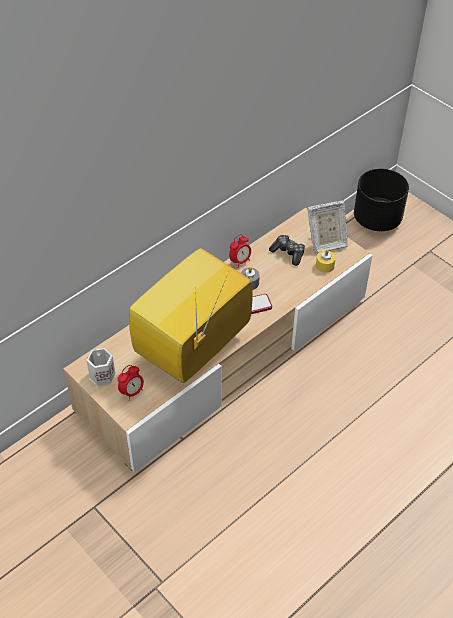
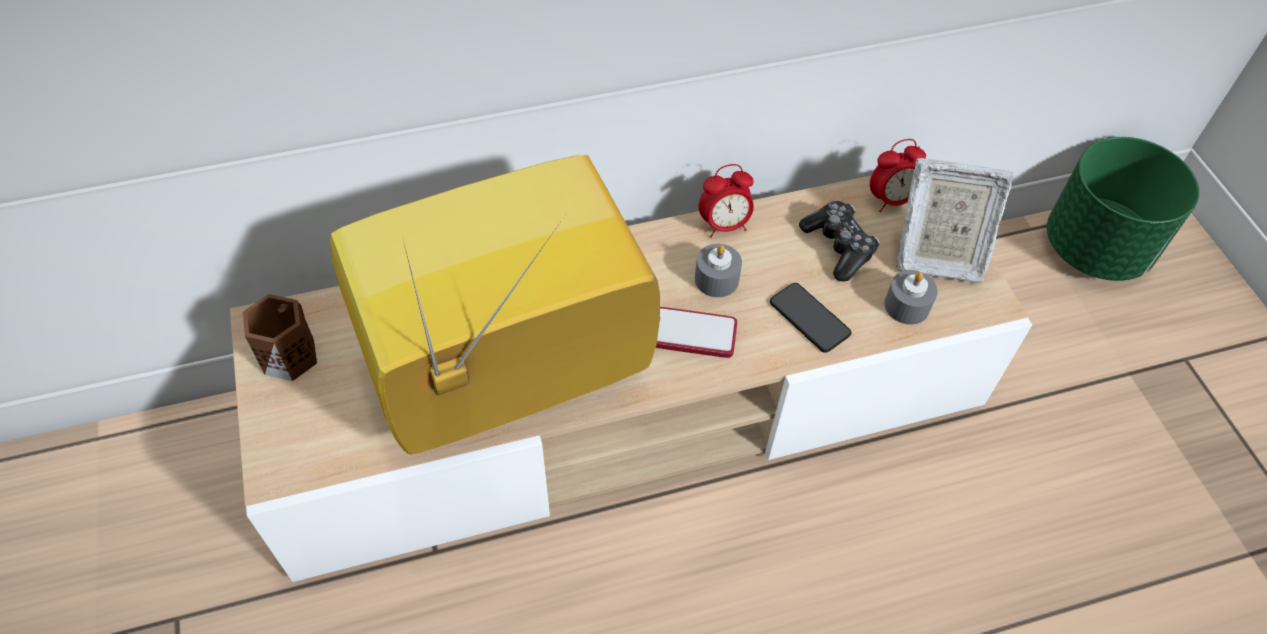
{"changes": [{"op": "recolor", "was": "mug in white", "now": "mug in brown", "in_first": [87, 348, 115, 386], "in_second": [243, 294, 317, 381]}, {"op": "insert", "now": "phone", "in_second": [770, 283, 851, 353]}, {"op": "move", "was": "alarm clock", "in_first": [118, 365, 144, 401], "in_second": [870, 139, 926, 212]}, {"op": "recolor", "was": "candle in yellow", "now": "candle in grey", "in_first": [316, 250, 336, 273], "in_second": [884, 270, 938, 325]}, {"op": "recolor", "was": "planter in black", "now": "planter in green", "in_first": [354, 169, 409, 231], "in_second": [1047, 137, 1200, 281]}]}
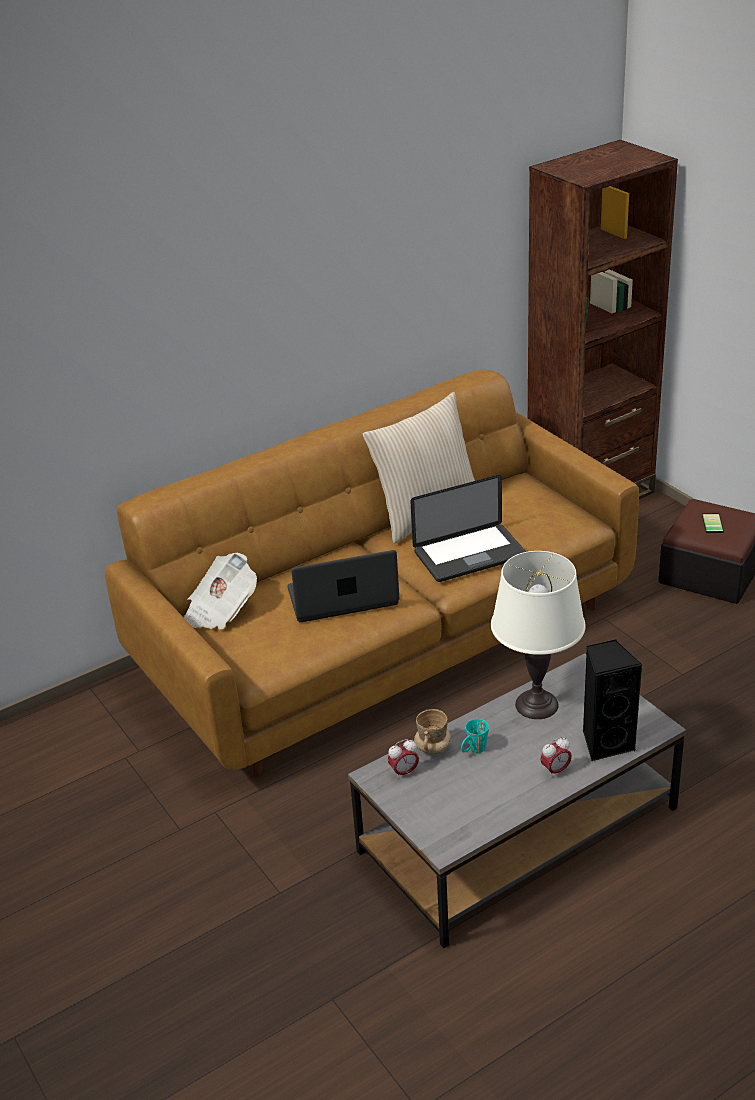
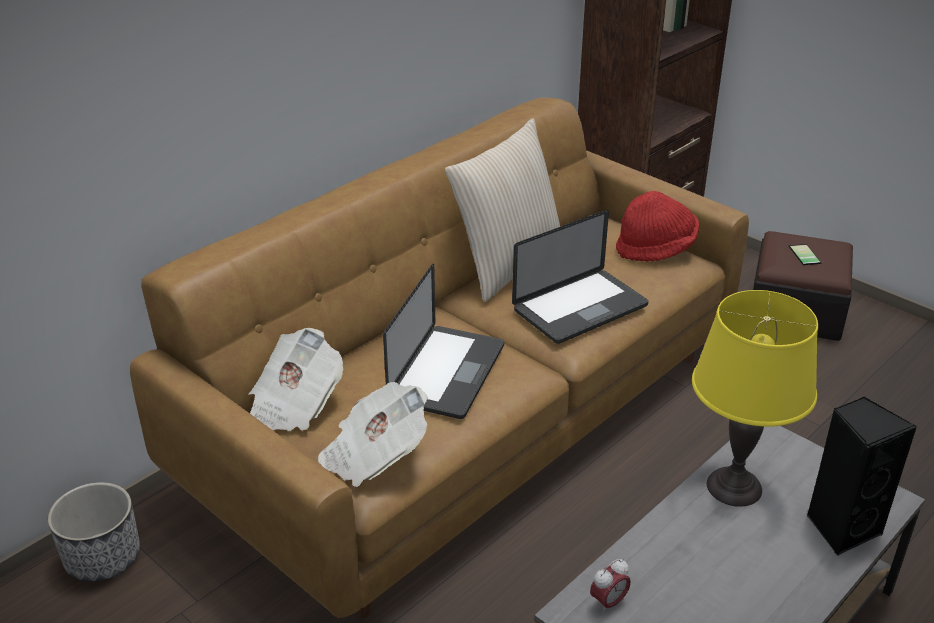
{"changes": [{"op": "insert", "now": "planter", "in_second": [48, 482, 140, 582]}, {"op": "insert", "now": "newspaper", "in_second": [318, 382, 428, 487]}, {"op": "rotate", "was": "laptop", "in_first": [288, 550, 399, 622], "in_second": [383, 264, 504, 419], "clockwise": 135}, {"op": "insert", "now": "hat in red", "in_second": [616, 191, 700, 262]}, {"op": "recolor", "was": "table lamp in white", "now": "table lamp in yellow", "in_first": [491, 551, 586, 719], "in_second": [692, 290, 818, 507]}, {"op": "delete", "was": "mug in beige", "in_first": [414, 709, 451, 754]}, {"op": "delete", "was": "mug in turquoise", "in_first": [461, 719, 489, 753]}, {"op": "delete", "was": "alarm clock", "in_first": [540, 737, 572, 778]}]}
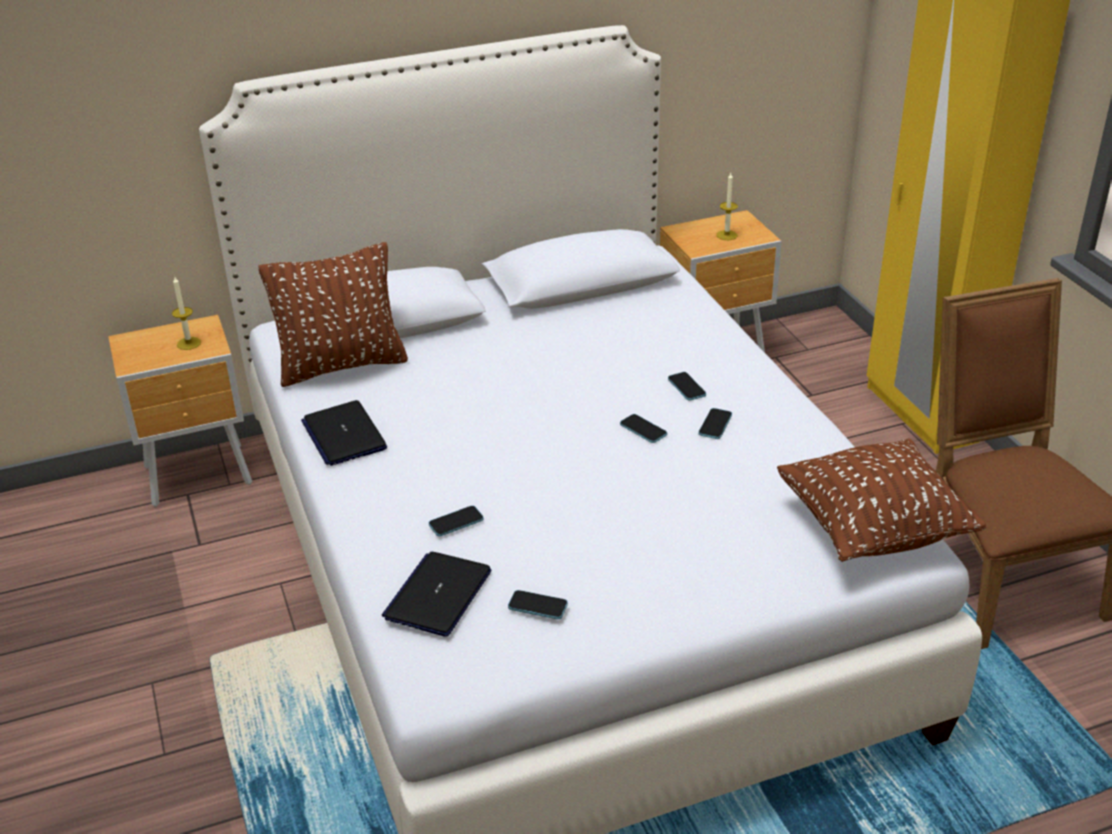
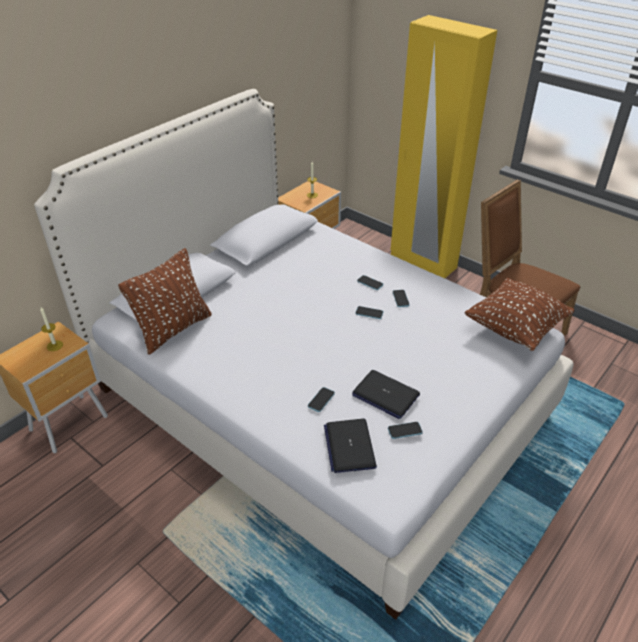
{"changes": [{"op": "move", "was": "laptop", "in_first": [301, 400, 387, 466], "in_second": [352, 370, 420, 419]}]}
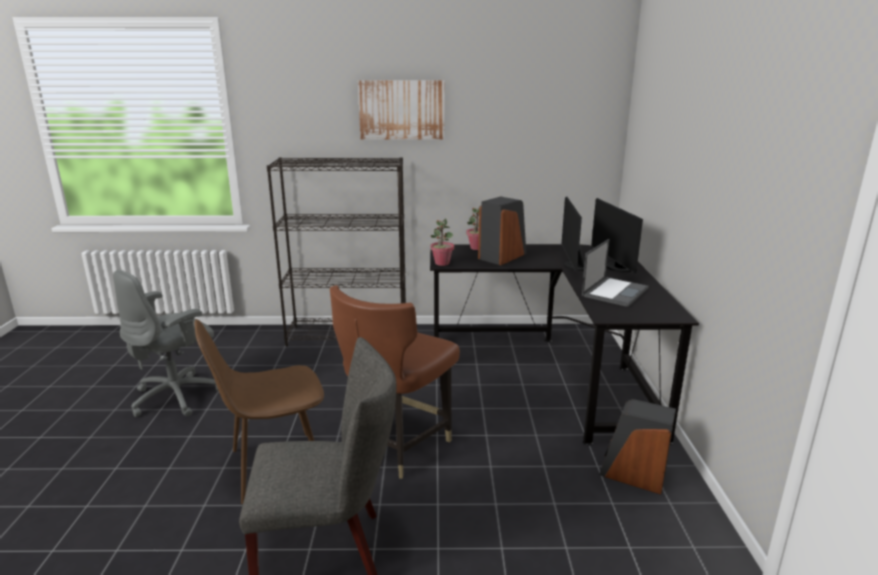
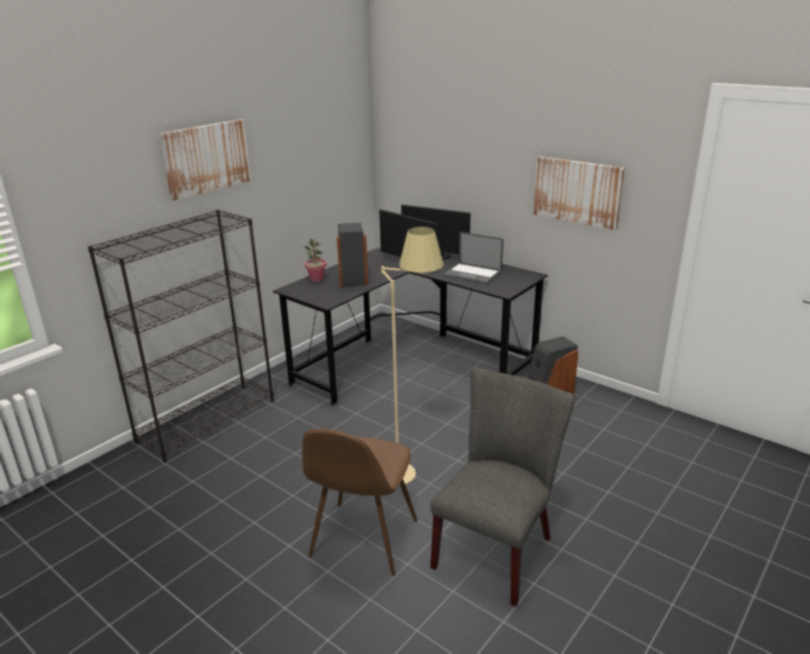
{"changes": [{"op": "replace", "was": "chair in brown", "now": "floor lamp in beige", "in_first": [330, 285, 460, 479], "in_second": [381, 227, 444, 484]}, {"op": "rotate", "was": "laptop", "in_first": [582, 239, 649, 307], "in_second": [443, 232, 504, 285], "clockwise": 135}, {"op": "insert", "now": "picture", "in_second": [533, 156, 625, 230]}, {"op": "delete", "was": "office chair in grey", "in_first": [113, 270, 219, 417]}, {"op": "delete", "was": "potted plant", "in_first": [430, 218, 454, 266]}]}
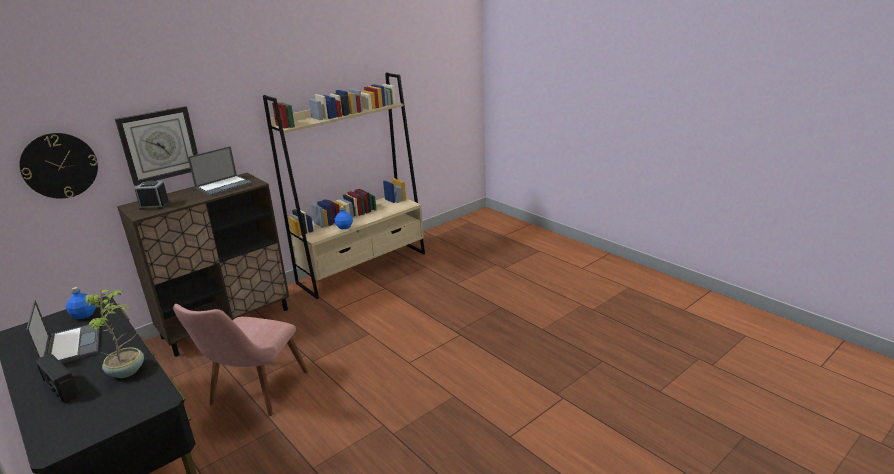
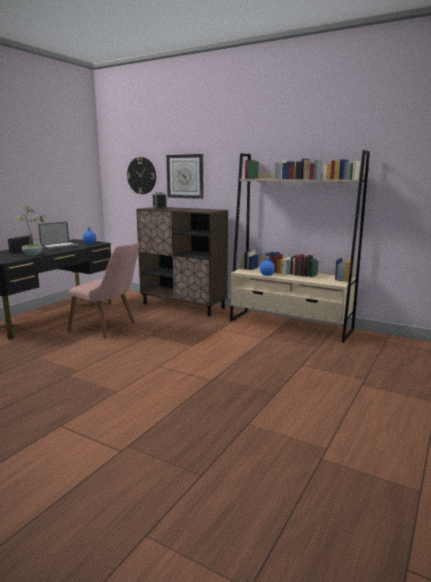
{"changes": [{"op": "rotate", "was": "chair in pink", "in_first": [173, 304, 308, 416], "in_second": [68, 242, 139, 338], "clockwise": -150}, {"op": "delete", "was": "laptop", "in_first": [188, 146, 253, 197]}]}
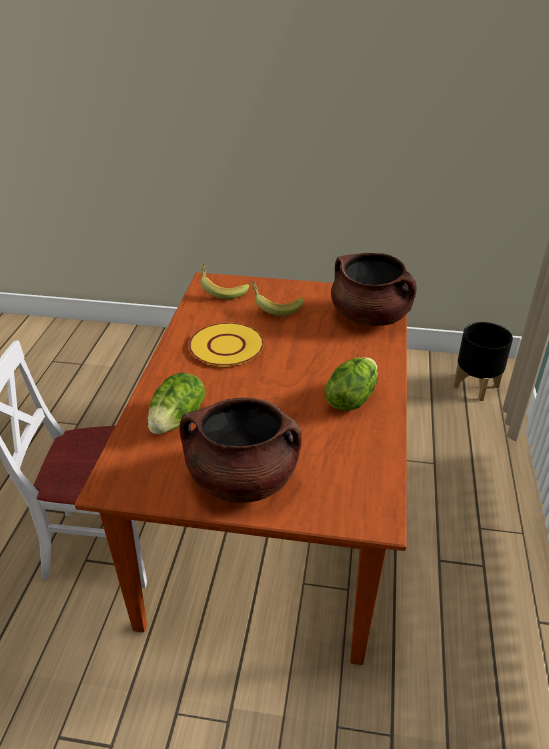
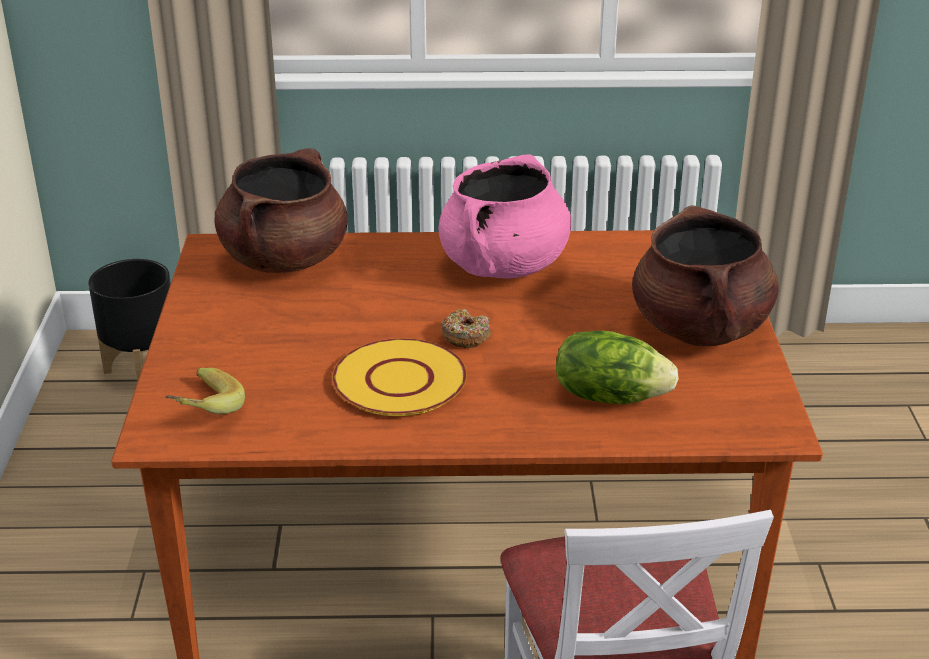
{"changes": [{"op": "replace", "was": "lettuce", "now": "cooking pot in pink", "in_first": [325, 357, 378, 411], "in_second": [439, 154, 572, 279]}, {"op": "insert", "now": "donut", "in_second": [441, 309, 491, 348]}, {"op": "delete", "was": "banana", "in_first": [252, 281, 303, 316]}]}
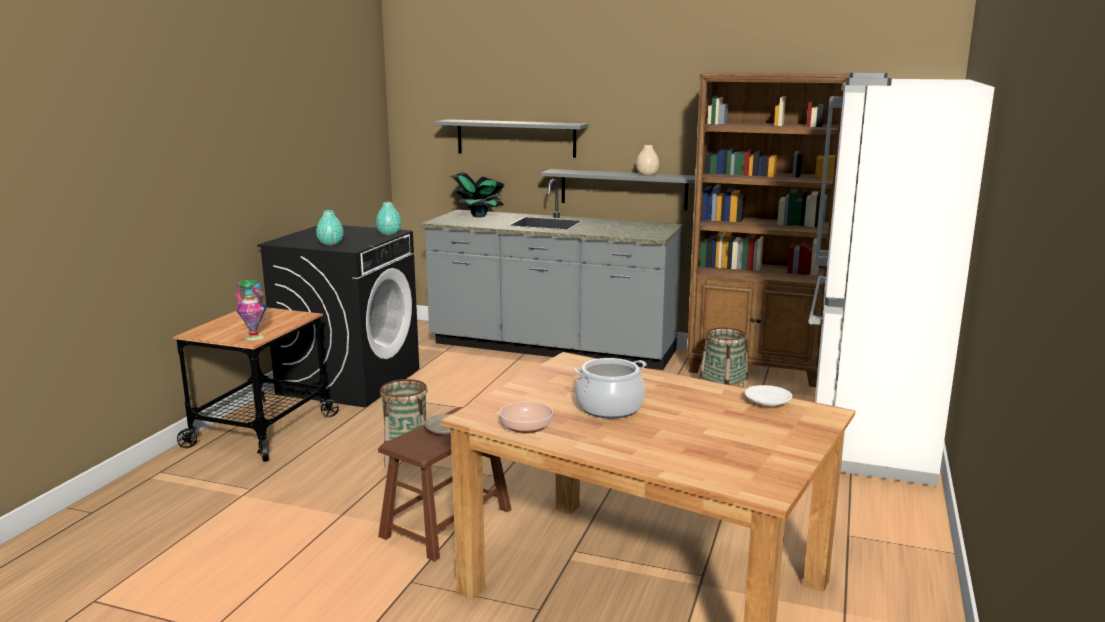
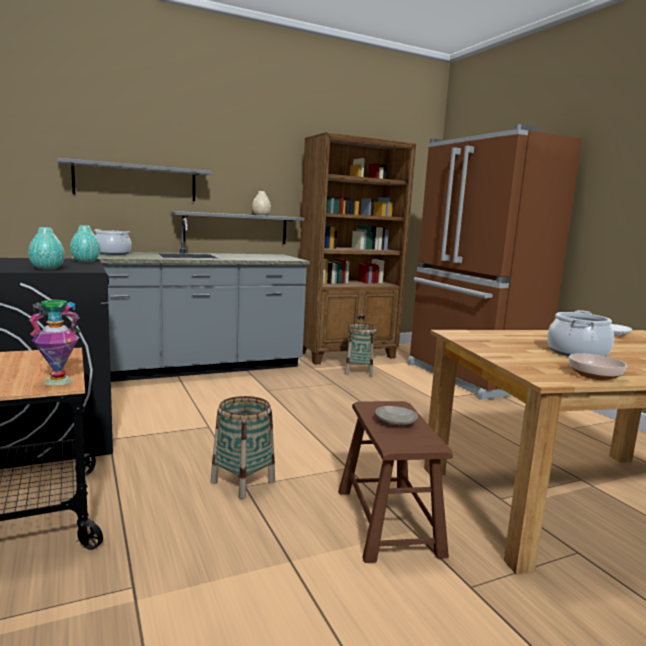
{"changes": [{"op": "replace", "was": "potted plant", "now": "cooking pot", "in_first": [450, 172, 505, 217], "in_second": [95, 229, 132, 255]}, {"op": "recolor", "was": "fridge in white", "now": "fridge in brown", "in_first": [808, 73, 995, 486], "in_second": [407, 124, 582, 400]}]}
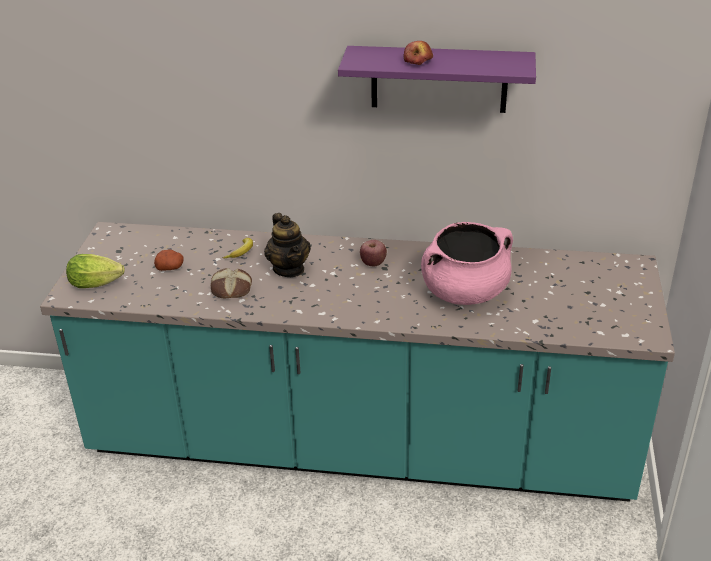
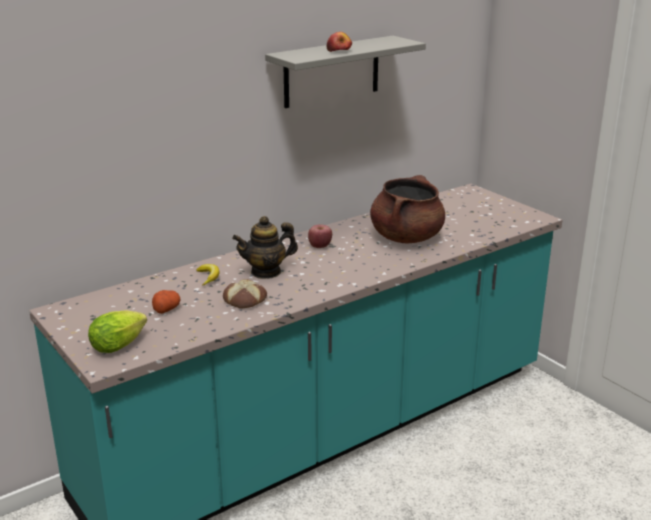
{"changes": [{"op": "rotate", "was": "teapot", "in_first": [264, 213, 311, 277], "in_second": [232, 216, 298, 279], "clockwise": 135}, {"op": "recolor", "was": "shelf in purple", "now": "shelf in grey", "in_first": [338, 46, 536, 113], "in_second": [265, 36, 426, 108]}, {"op": "recolor", "was": "cooking pot in pink", "now": "cooking pot in brown", "in_first": [421, 222, 513, 305], "in_second": [370, 175, 445, 243]}]}
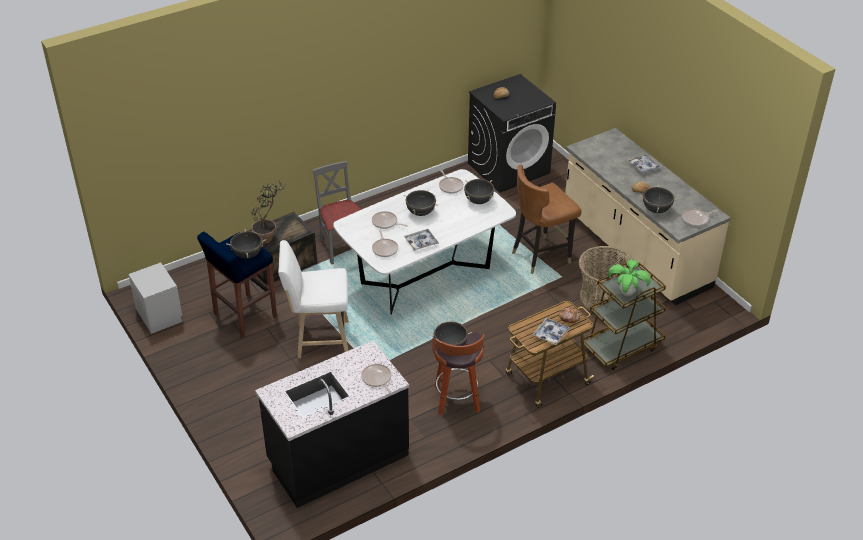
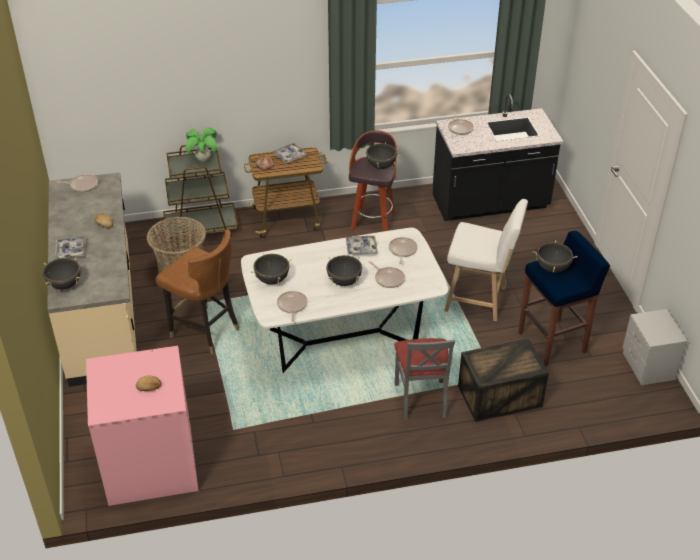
{"changes": [{"op": "move", "was": "cooking pot in black", "in_first": [639, 186, 678, 213], "in_second": [43, 257, 81, 290]}, {"op": "recolor", "was": "washing machine in black", "now": "washing machine in pink", "in_first": [468, 74, 556, 193], "in_second": [86, 346, 199, 506]}, {"op": "rotate", "was": "chair in brown", "in_first": [512, 165, 582, 274], "in_second": [156, 230, 239, 354], "clockwise": 45}, {"op": "delete", "was": "potted plant", "in_first": [251, 181, 285, 244]}]}
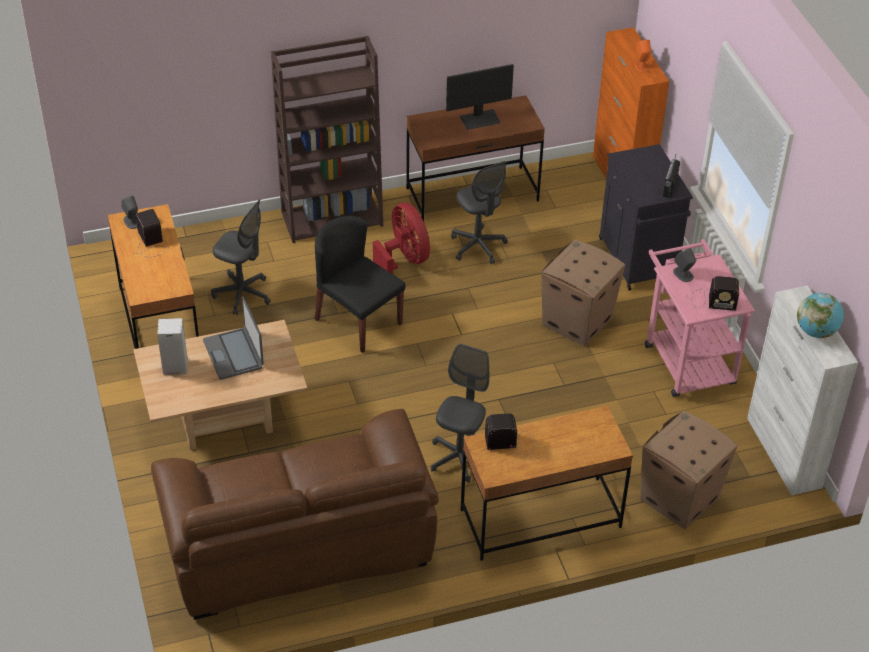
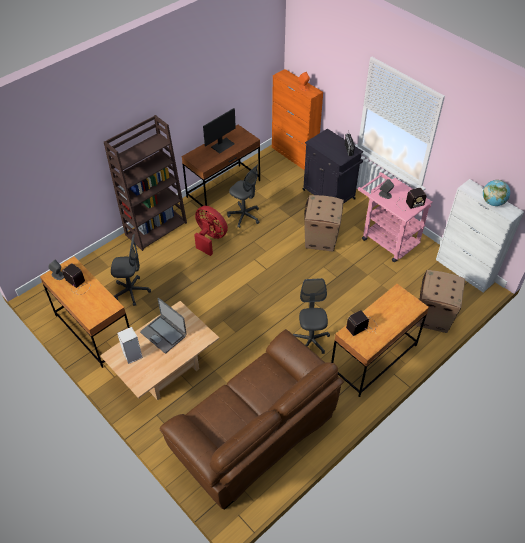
{"changes": [{"op": "delete", "was": "chair in black", "in_first": [315, 216, 406, 353]}]}
